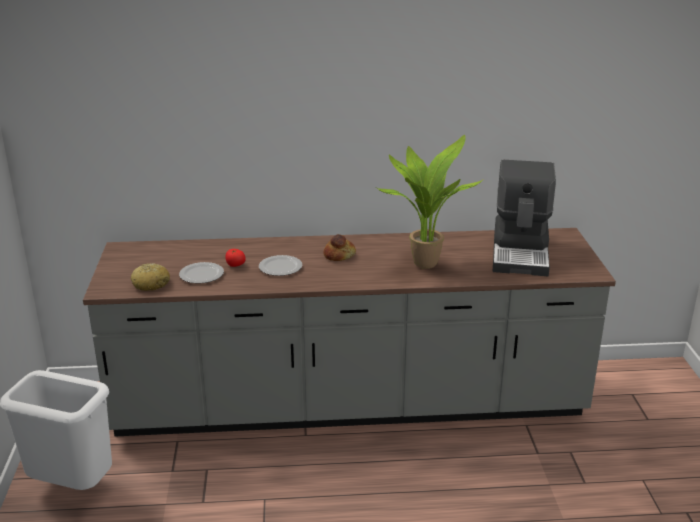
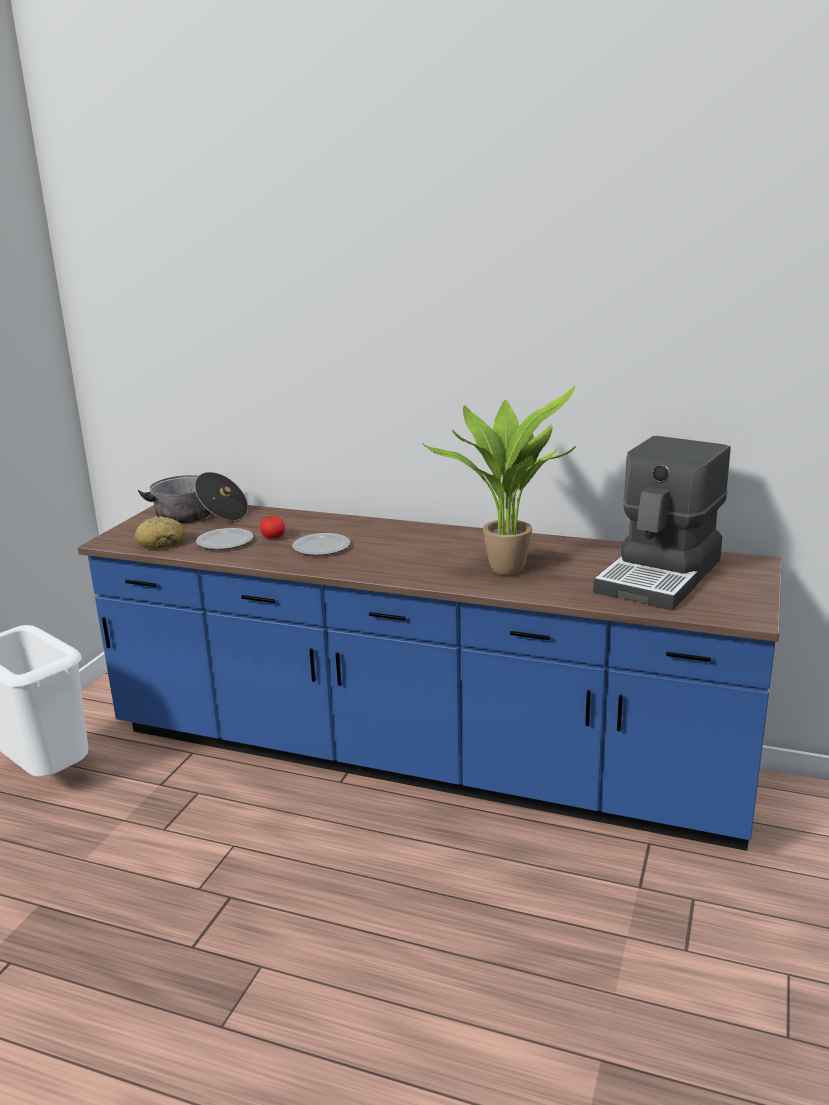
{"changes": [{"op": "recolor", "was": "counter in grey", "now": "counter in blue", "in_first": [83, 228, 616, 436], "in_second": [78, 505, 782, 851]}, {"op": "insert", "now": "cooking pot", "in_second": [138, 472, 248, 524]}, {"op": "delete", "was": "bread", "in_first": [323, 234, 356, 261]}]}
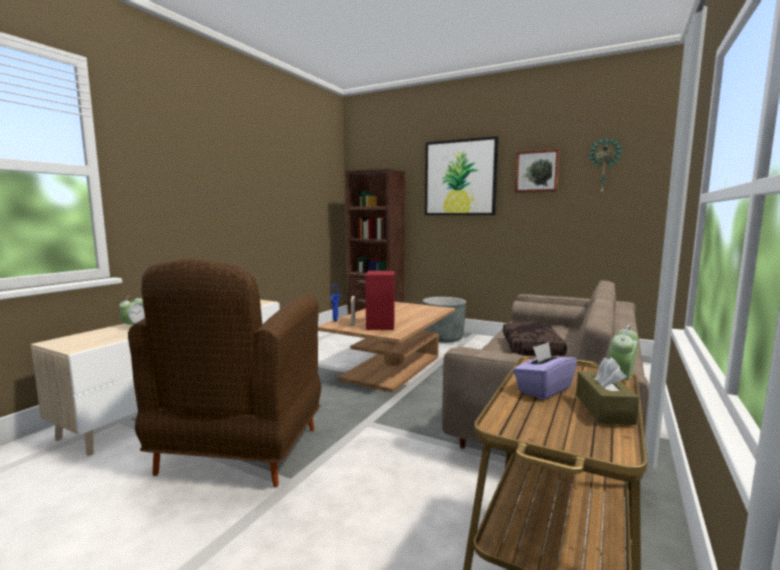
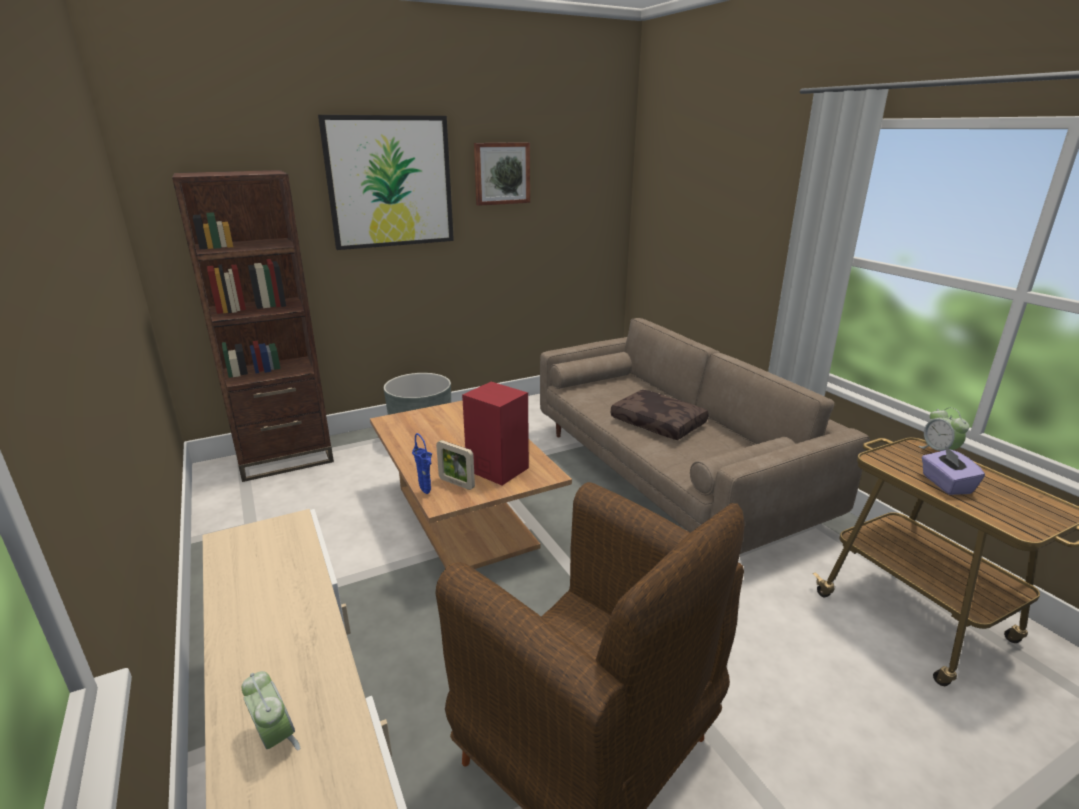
{"changes": [{"op": "delete", "was": "tissue box in brown", "in_first": [576, 357, 639, 425]}, {"op": "delete", "was": "wall clock", "in_first": [589, 137, 622, 193]}]}
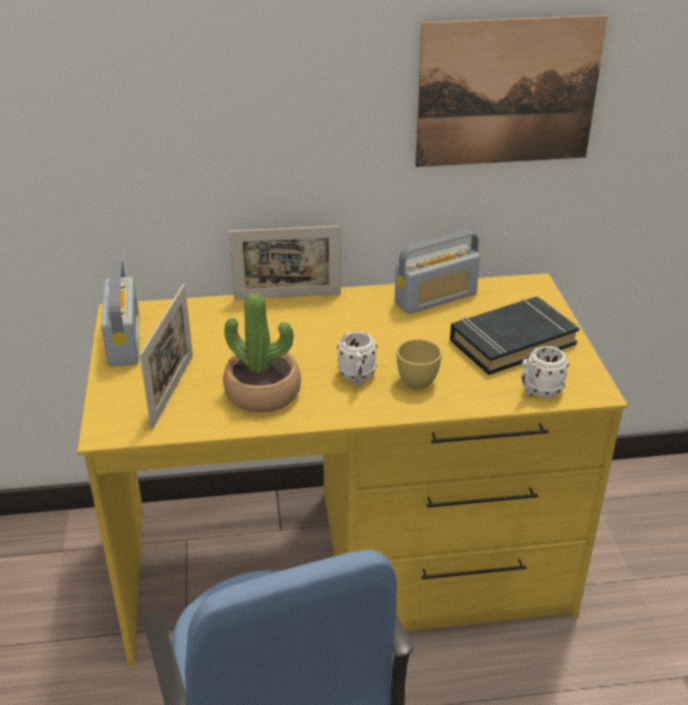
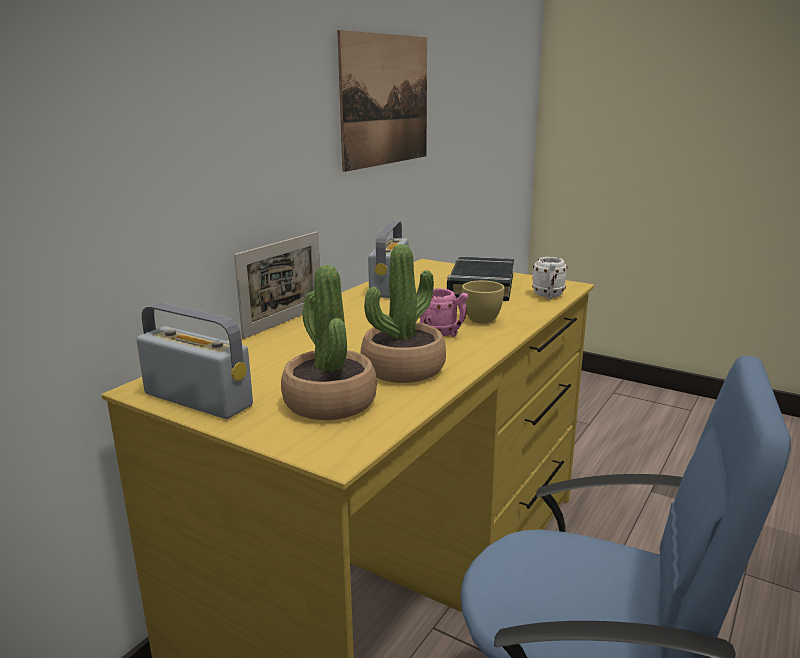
{"changes": [{"op": "replace", "was": "picture frame", "now": "potted plant", "in_first": [140, 284, 193, 429], "in_second": [281, 265, 377, 420]}, {"op": "recolor", "was": "mug in white", "now": "mug in pink", "in_first": [337, 331, 377, 386], "in_second": [420, 288, 468, 337]}]}
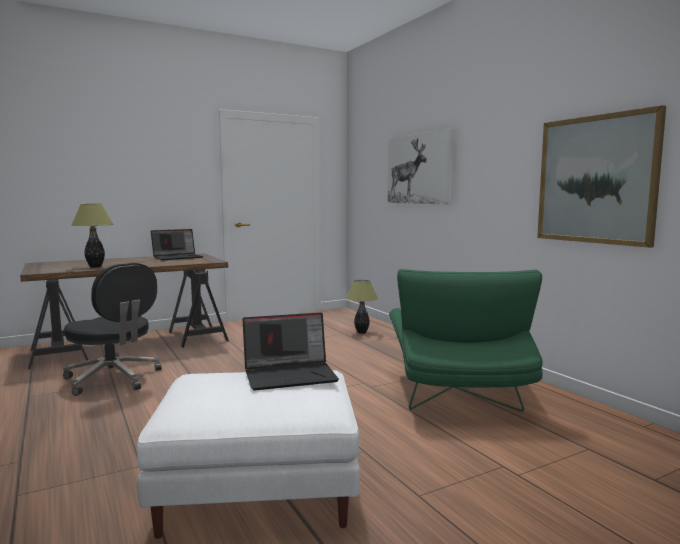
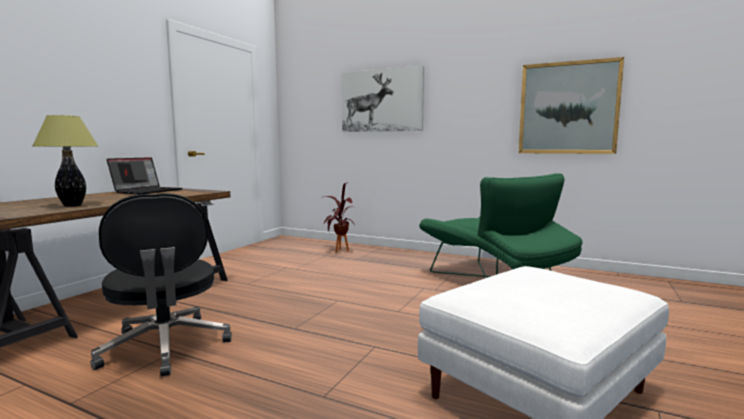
{"changes": [{"op": "rotate", "was": "office chair in black", "in_first": [63, 263, 161, 396], "in_second": [91, 193, 232, 376], "clockwise": 60}, {"op": "replace", "was": "table lamp", "now": "potted plant", "in_first": [346, 280, 378, 334], "in_second": [323, 183, 355, 253]}, {"op": "delete", "was": "laptop", "in_first": [242, 313, 339, 391]}]}
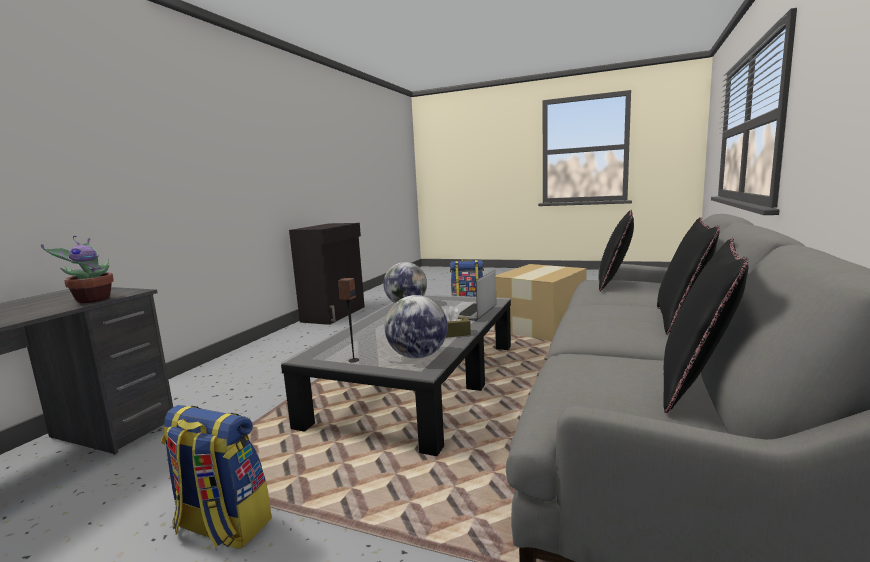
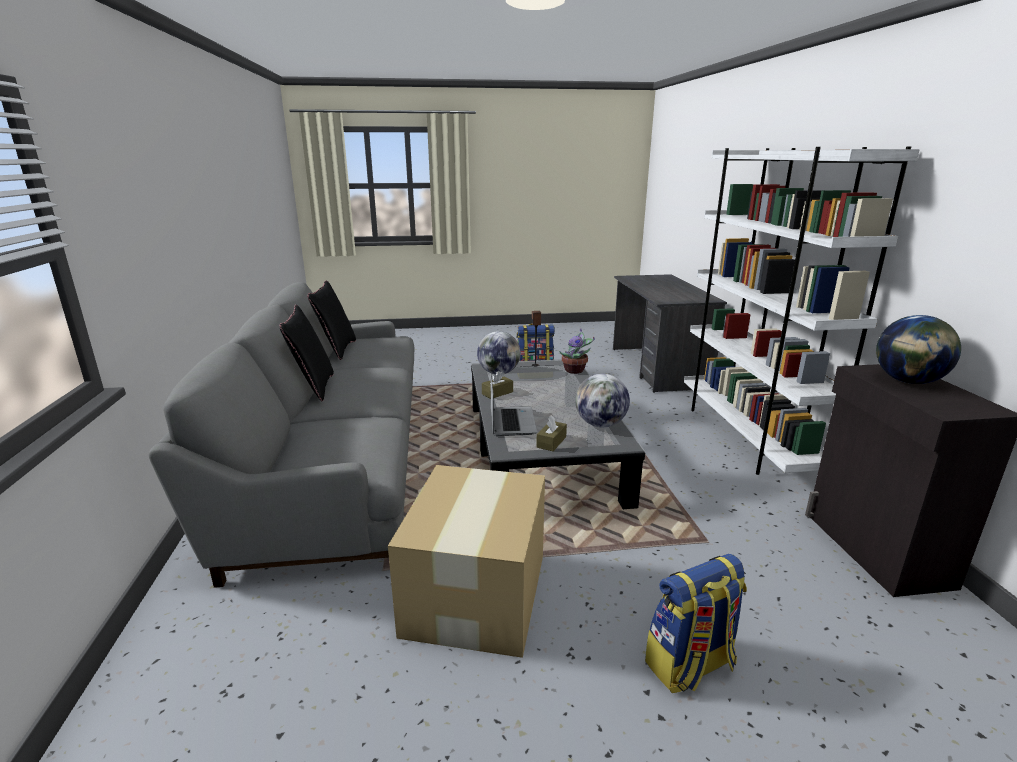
{"changes": [{"op": "insert", "now": "tissue box in brown", "in_second": [536, 415, 567, 451]}, {"op": "move", "was": "potted plant", "in_first": [41, 235, 114, 303], "in_second": [559, 328, 595, 374]}, {"op": "insert", "now": "bookcase in white", "in_second": [684, 147, 920, 475]}, {"op": "insert", "now": "globe", "in_second": [876, 315, 961, 384]}, {"op": "delete", "was": "pillow in black", "in_first": [599, 209, 634, 292]}]}
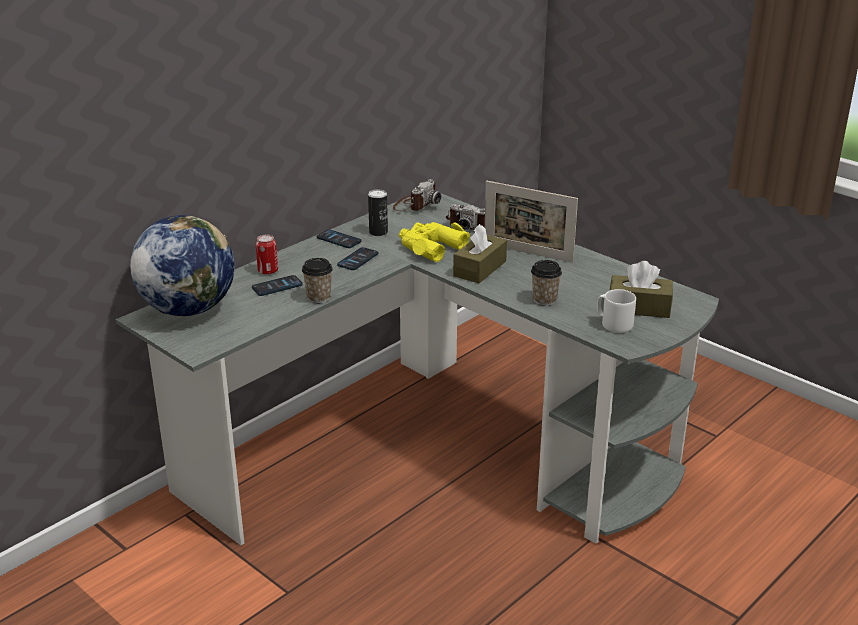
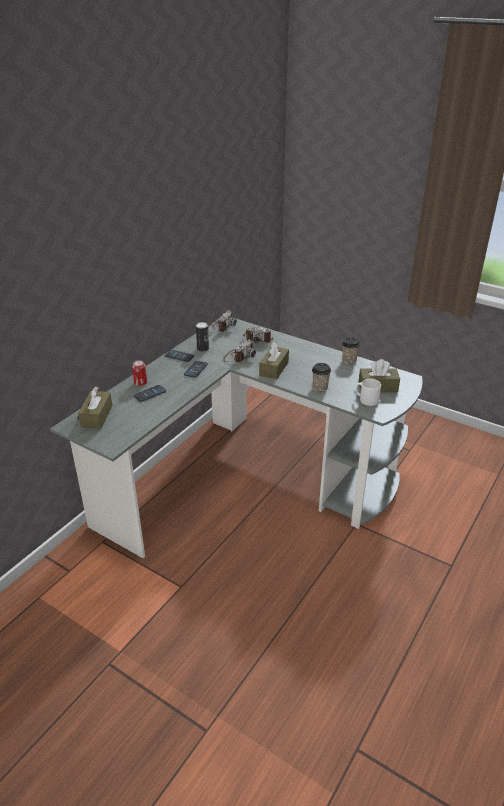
{"changes": [{"op": "replace", "was": "globe", "now": "tissue box in brown", "in_first": [130, 215, 235, 316], "in_second": [78, 386, 112, 429]}, {"op": "replace", "was": "binoculars in yellow", "now": "photo camera", "in_first": [399, 222, 470, 262], "in_second": [223, 340, 256, 362]}, {"op": "move", "was": "cup", "in_first": [302, 258, 333, 303], "in_second": [342, 337, 360, 364]}, {"op": "delete", "was": "picture frame", "in_first": [485, 181, 578, 263]}]}
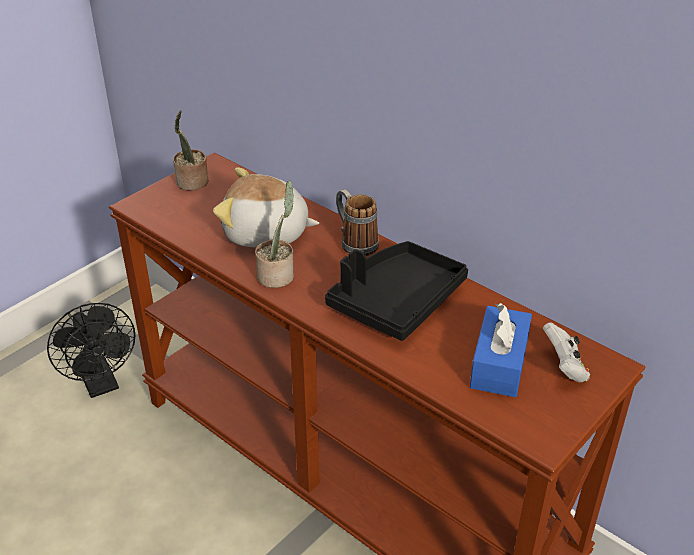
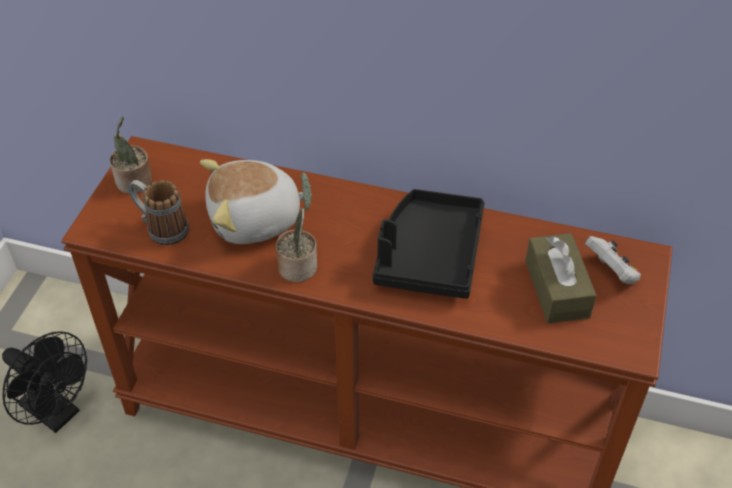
{"changes": [{"op": "move", "was": "mug", "in_first": [336, 189, 379, 256], "in_second": [128, 180, 189, 245]}, {"op": "recolor", "was": "tissue box in blue", "now": "tissue box in brown", "in_first": [470, 303, 532, 397], "in_second": [525, 233, 597, 324]}]}
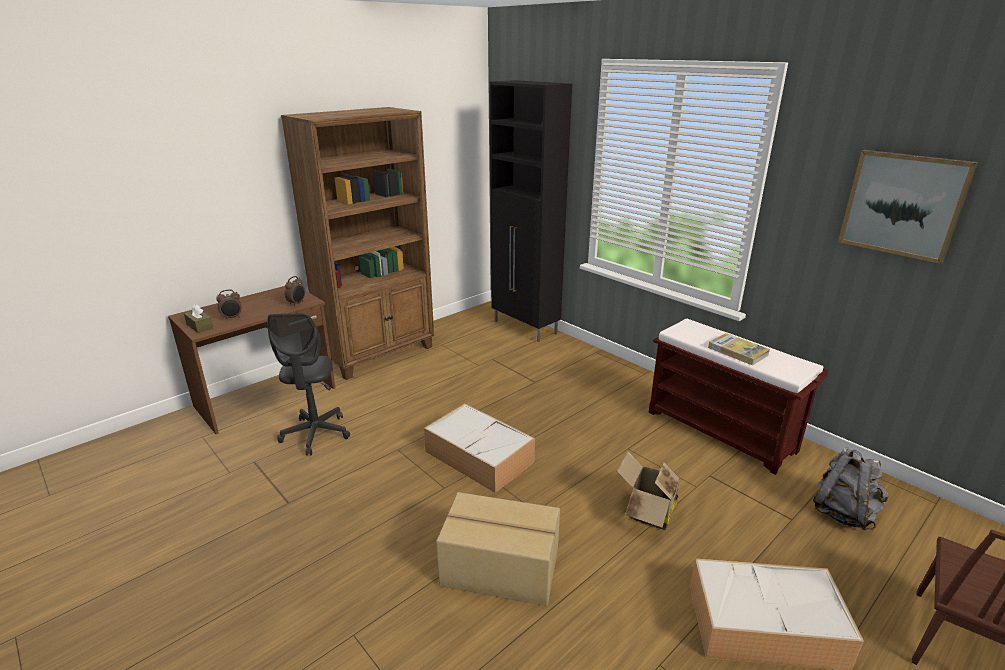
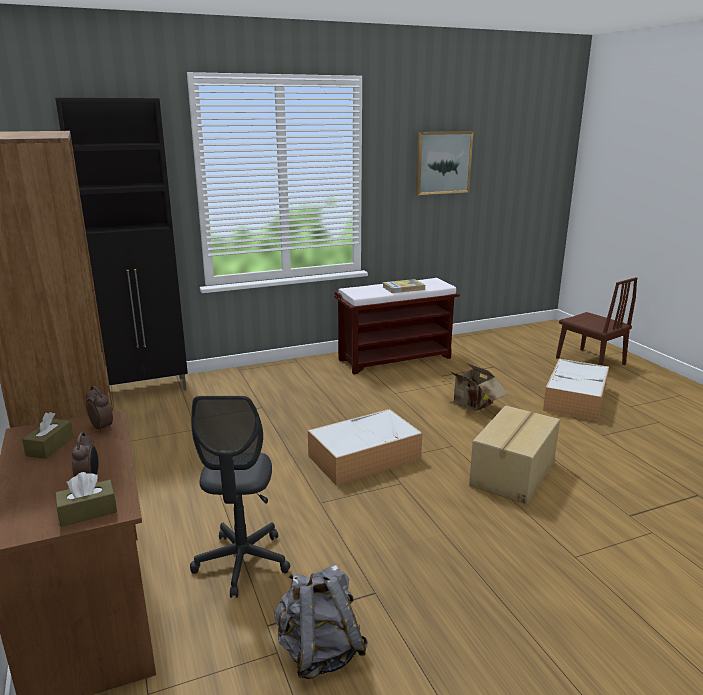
{"changes": [{"op": "insert", "now": "tissue box in brown", "in_second": [22, 412, 74, 459]}, {"op": "rotate", "was": "office chair in grey", "in_first": [267, 313, 350, 456], "in_second": [190, 396, 290, 598], "clockwise": 75}, {"op": "move", "was": "backpack in grey", "in_first": [813, 447, 889, 530], "in_second": [275, 564, 368, 679]}]}
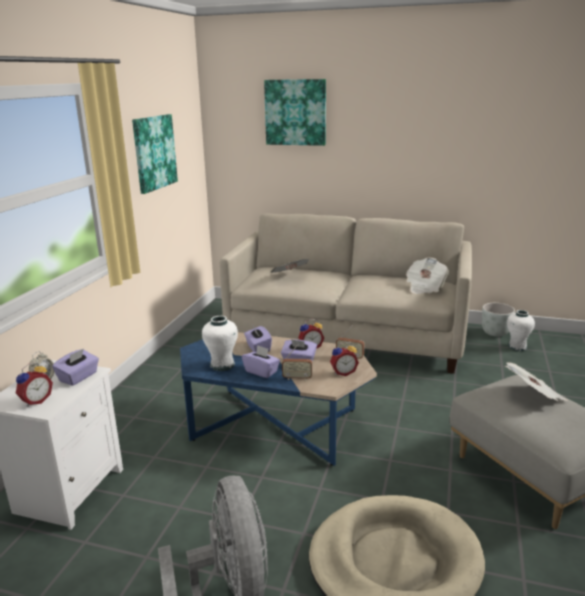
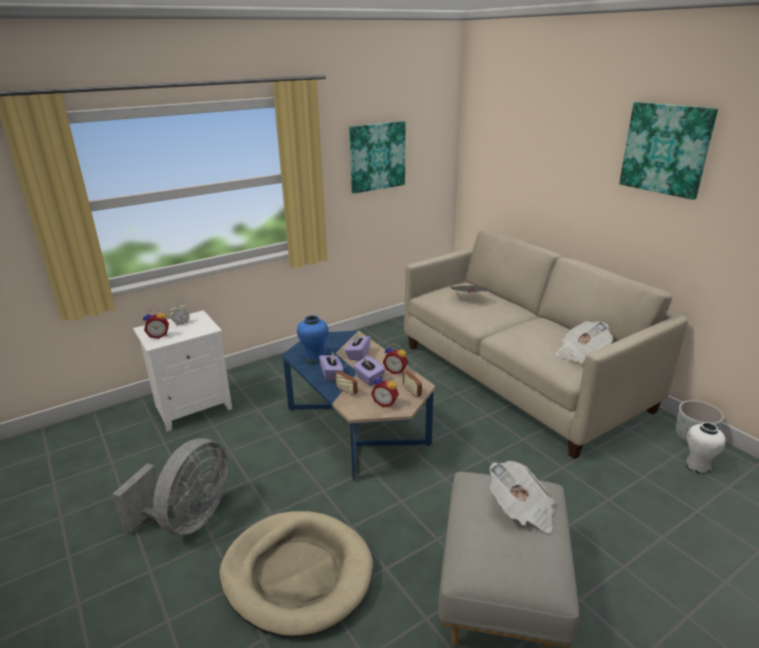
{"changes": [{"op": "recolor", "was": "vase in white", "now": "vase in blue", "in_first": [202, 316, 238, 371], "in_second": [297, 315, 328, 364]}, {"op": "move", "was": "picture", "in_first": [264, 79, 326, 146], "in_second": [619, 102, 718, 200]}, {"op": "delete", "was": "tissue box in purple", "in_first": [52, 348, 99, 386]}]}
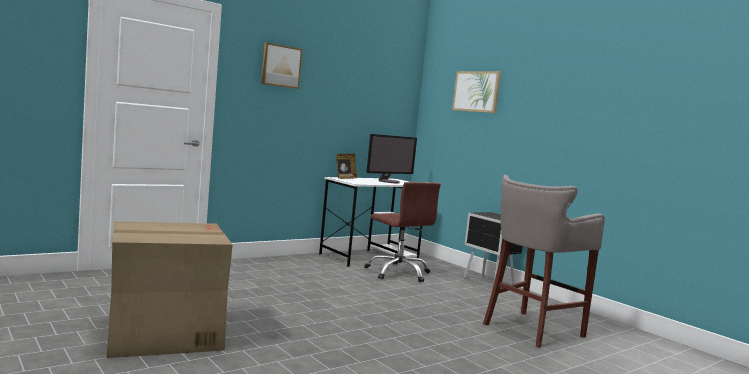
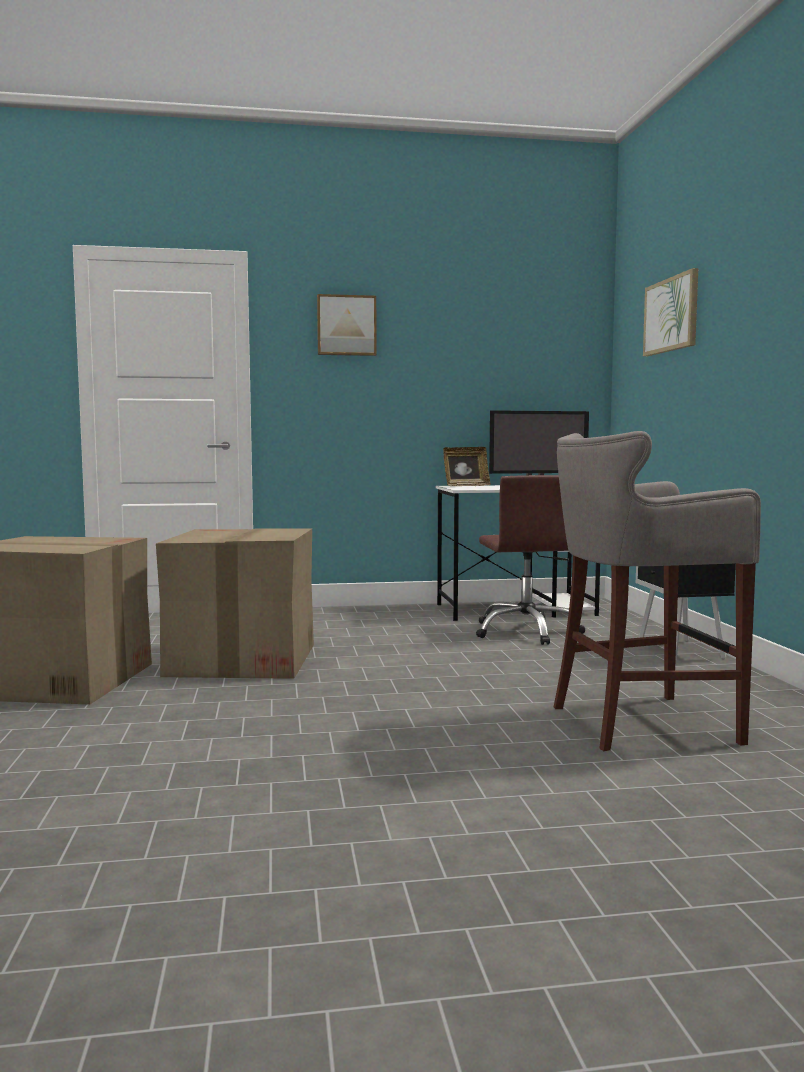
{"changes": [{"op": "insert", "now": "cardboard box", "in_second": [156, 528, 314, 679]}]}
